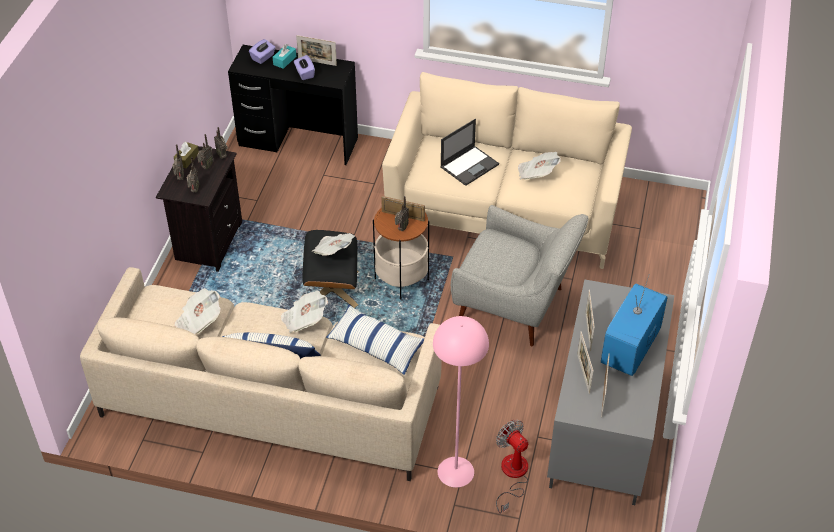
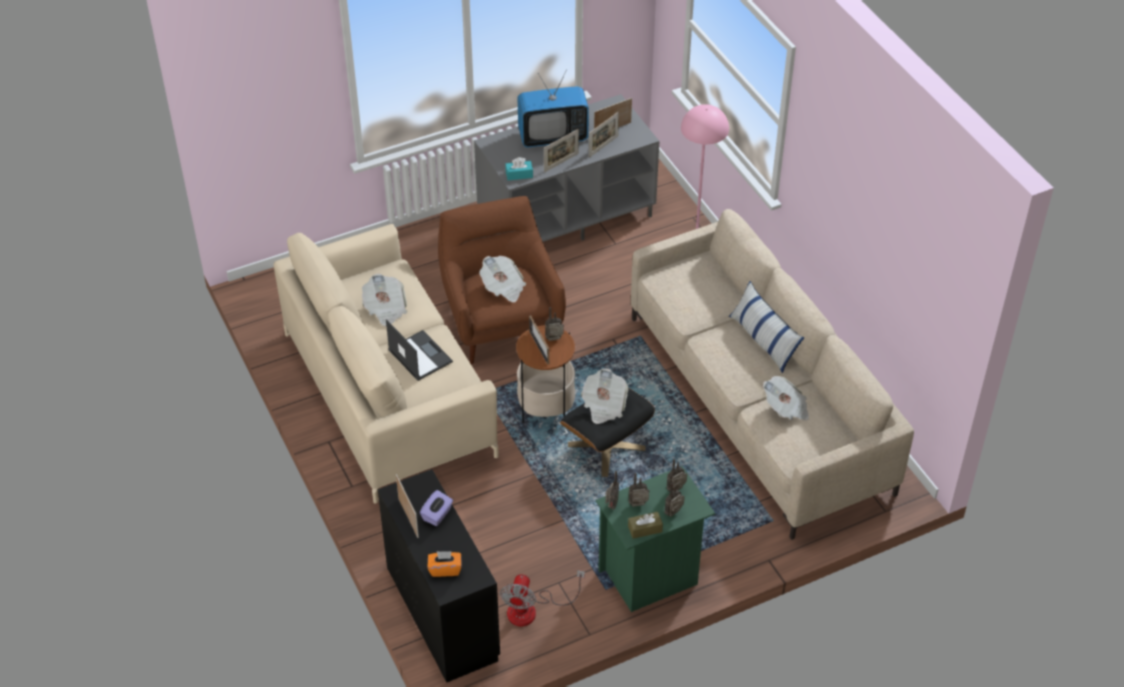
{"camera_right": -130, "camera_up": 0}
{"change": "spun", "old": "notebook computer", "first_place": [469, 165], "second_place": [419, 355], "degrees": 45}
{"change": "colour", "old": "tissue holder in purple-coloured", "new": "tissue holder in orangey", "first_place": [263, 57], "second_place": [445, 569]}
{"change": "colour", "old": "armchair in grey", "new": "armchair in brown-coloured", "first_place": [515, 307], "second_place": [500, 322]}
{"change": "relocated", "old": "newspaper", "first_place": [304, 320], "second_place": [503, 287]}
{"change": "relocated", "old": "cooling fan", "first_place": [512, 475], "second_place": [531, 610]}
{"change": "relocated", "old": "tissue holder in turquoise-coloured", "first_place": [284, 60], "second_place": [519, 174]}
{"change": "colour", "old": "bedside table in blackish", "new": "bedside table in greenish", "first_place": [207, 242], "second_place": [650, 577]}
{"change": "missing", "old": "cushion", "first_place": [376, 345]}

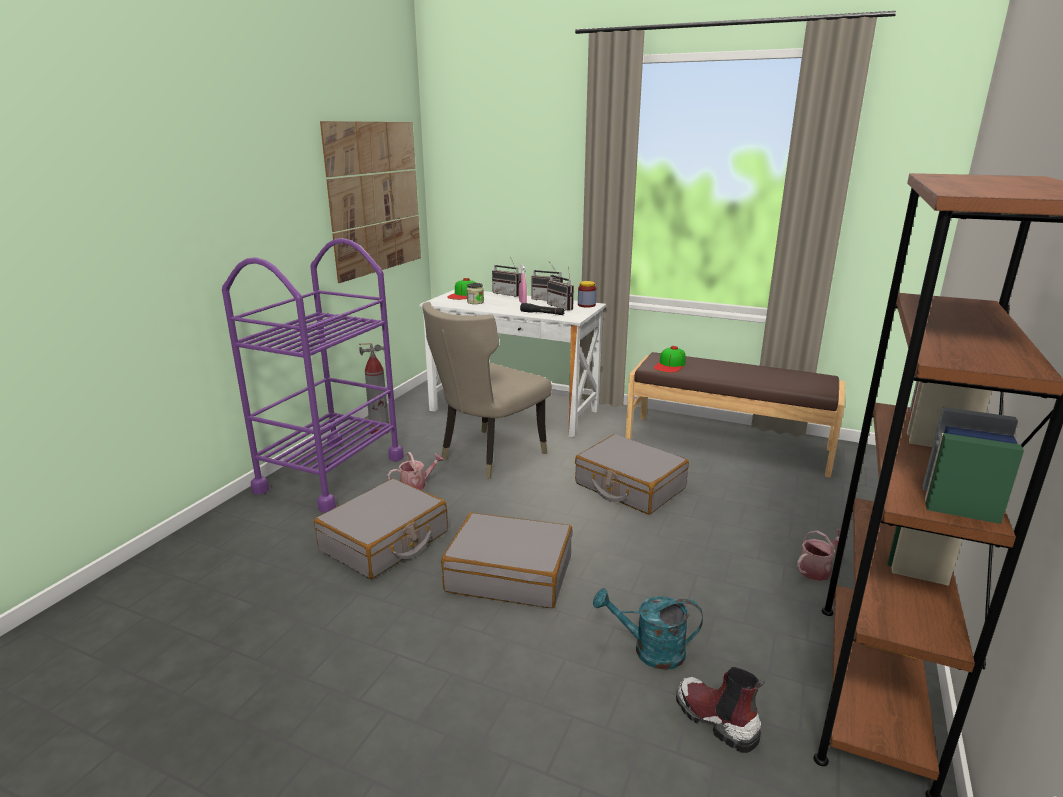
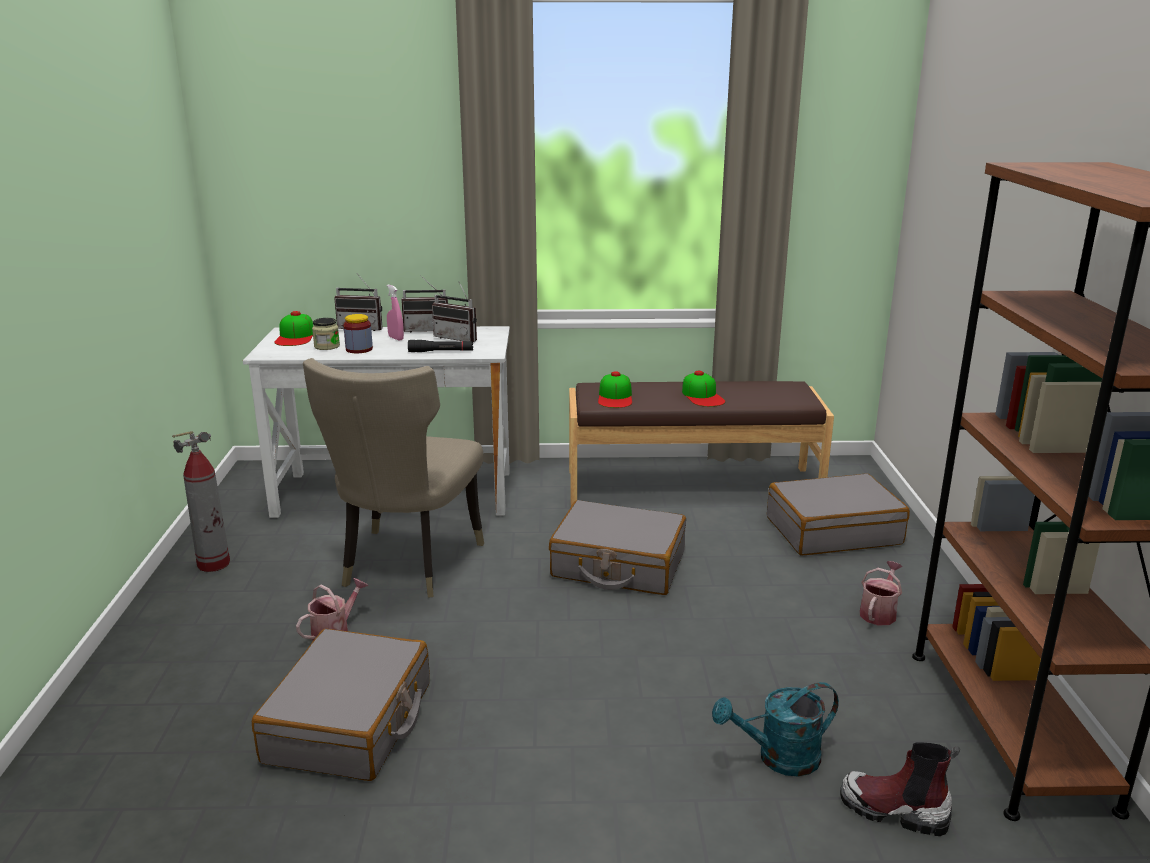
{"camera_right": -25, "camera_up": 0}
{"change": "relocated", "old": "jar", "first_place": [586, 305], "second_place": [359, 349]}
{"change": "appeared", "new": "cap", "second_place": [702, 396]}
{"change": "relocated", "old": "piece of luggage in grey", "first_place": [510, 574], "second_place": [833, 530]}
{"change": "missing", "old": "cart in purple-coloured", "first_place": [331, 474]}
{"change": "missing", "old": "wall picture", "first_place": [375, 198]}

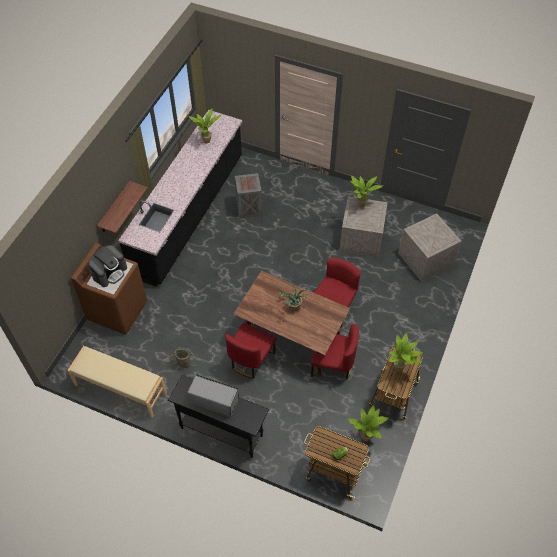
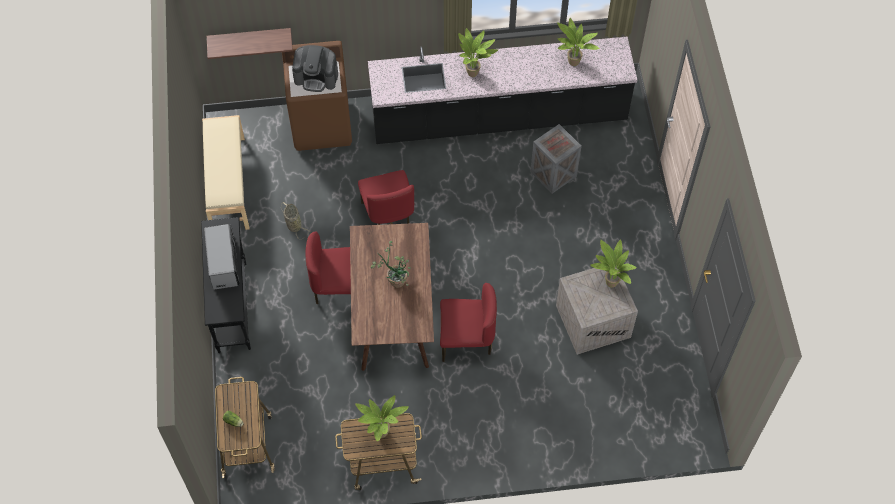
{"camera_right": 60, "camera_up": 5}
{"change": "relocated", "old": "wall shelf", "first_place": [114, 208], "second_place": [250, 38]}
{"change": "relocated", "old": "chair in reddish", "first_place": [332, 365], "second_place": [388, 216]}
{"change": "relocated", "old": "plant in a pot", "first_place": [365, 436], "second_place": [474, 73]}
{"change": "missing", "old": "crate", "first_place": [425, 260]}

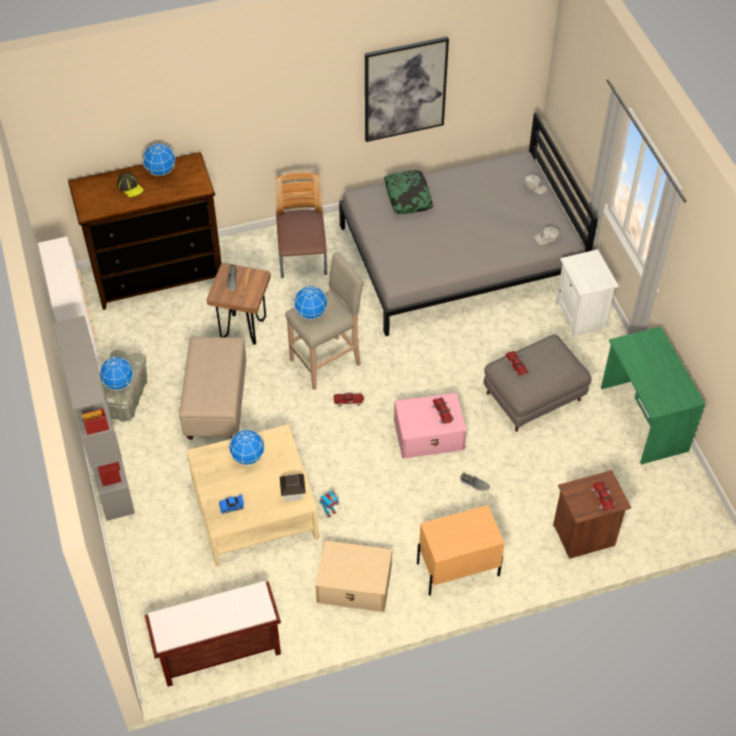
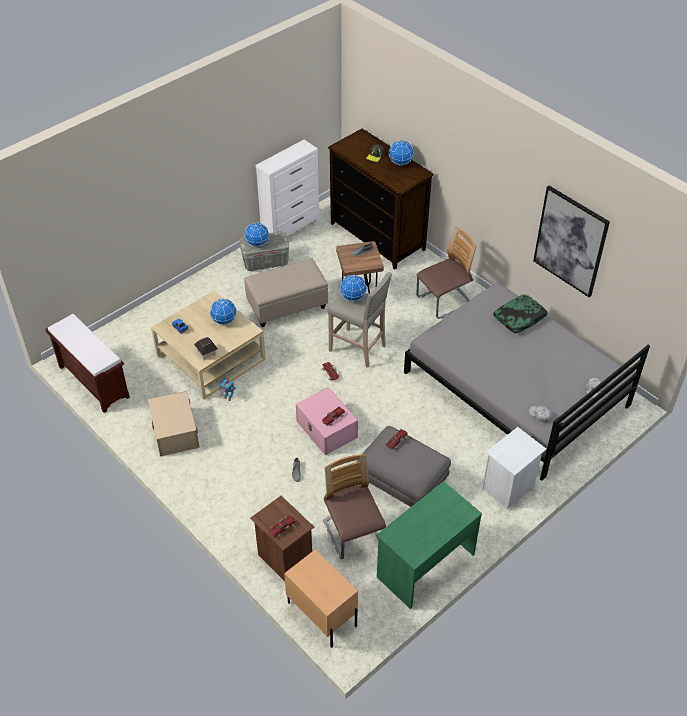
{"camera_right": 65, "camera_up": -5}
{"change": "relocated", "old": "bedside table in beige", "first_place": [457, 569], "second_place": [321, 614]}
{"change": "appeared", "new": "chair", "second_place": [353, 534]}
{"change": "missing", "old": "shelving unit in grey", "first_place": [110, 475]}

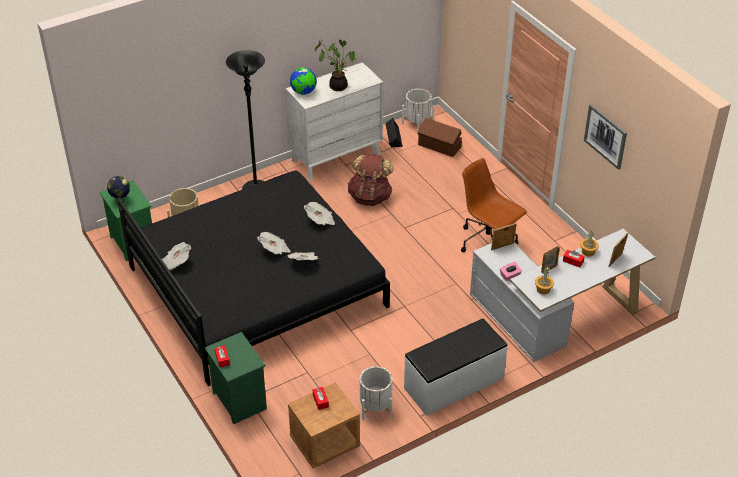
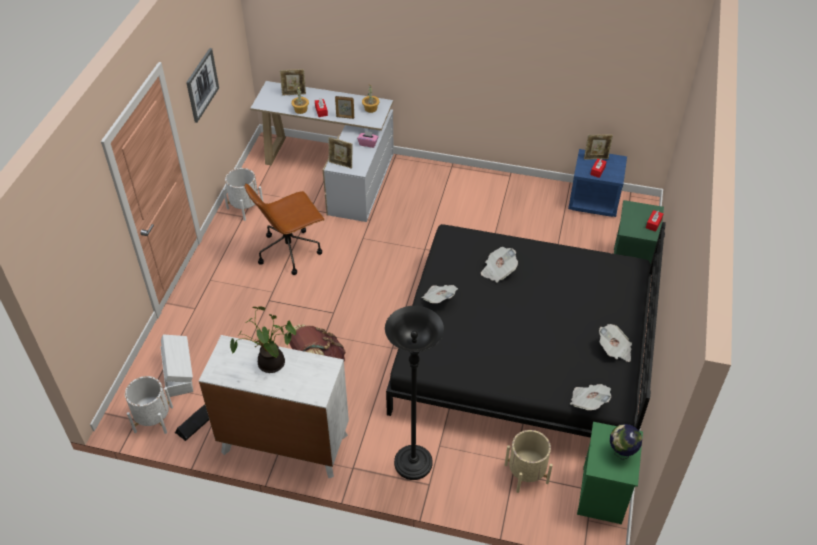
{"camera_right": -135, "camera_up": 5}
{"change": "colour", "old": "storage box in brown-coloured", "new": "storage box in white", "first_place": [439, 146], "second_place": [179, 373]}
{"change": "relocated", "old": "planter in white", "first_place": [375, 407], "second_place": [245, 207]}
{"change": "spun", "old": "desk chair in brown-coloured", "first_place": [488, 242], "second_place": [290, 251], "degrees": 60}
{"change": "colour", "old": "bedside table in brown-coloured", "new": "bedside table in blue", "first_place": [324, 443], "second_place": [594, 201]}
{"change": "relocated", "old": "newspaper", "first_place": [274, 250], "second_place": [588, 402]}
{"change": "appeared", "new": "photo frame", "second_place": [596, 158]}
{"change": "missing", "old": "desk globe", "first_place": [303, 92]}
{"change": "missing", "old": "indoor bench in white", "first_place": [454, 384]}

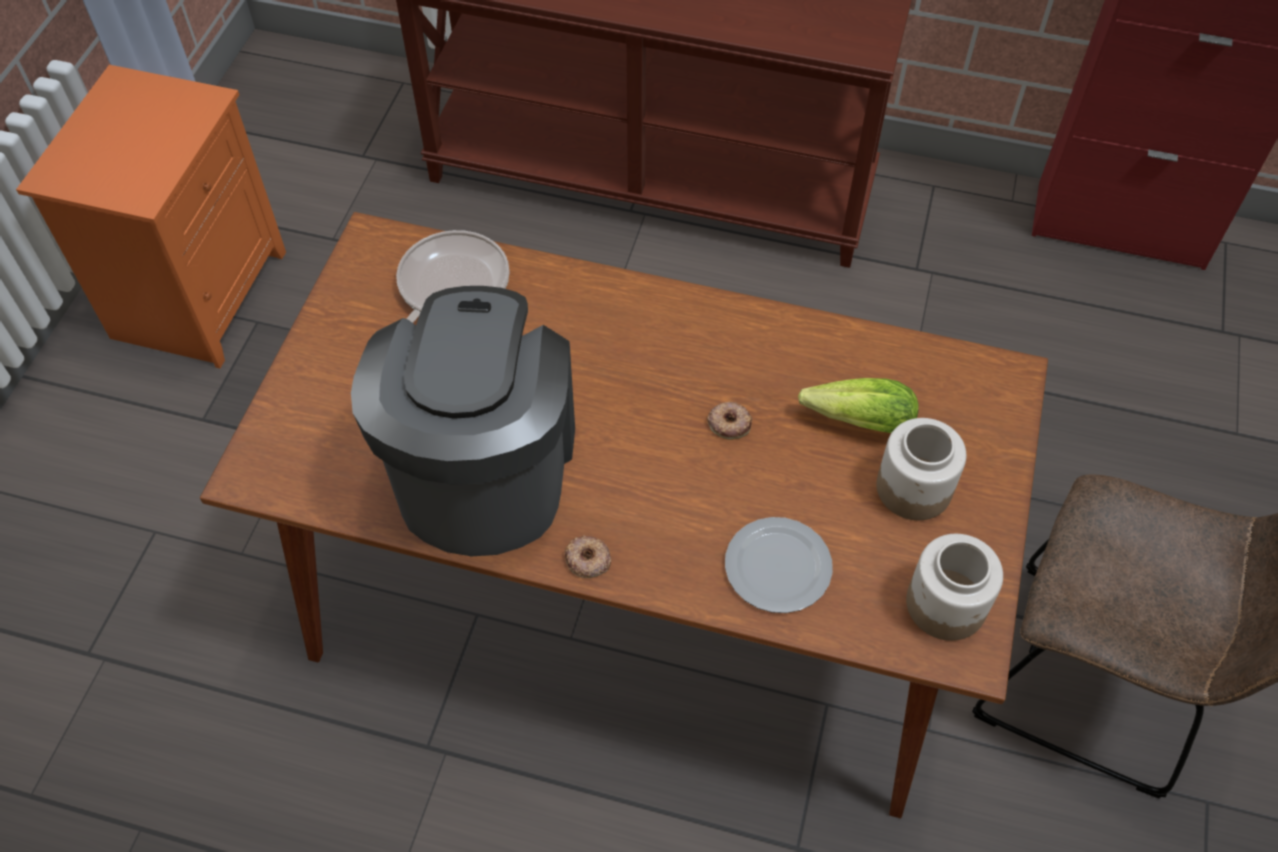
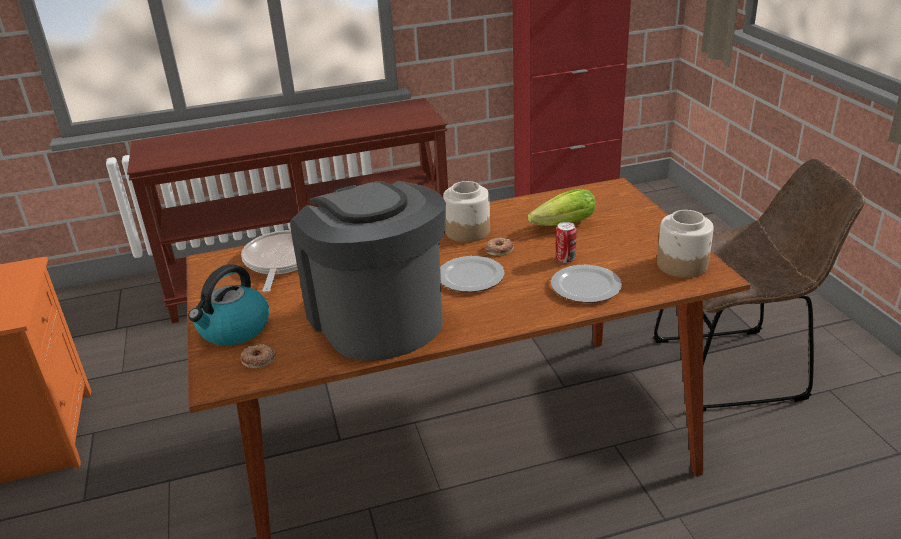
{"camera_right": -30, "camera_up": -25}
{"change": "appeared", "new": "tea kettle", "second_place": [234, 329]}
{"change": "relocated", "old": "ring doughnut", "first_place": [587, 560], "second_place": [258, 359]}
{"change": "appeared", "new": "dinner plate", "second_place": [471, 276]}
{"change": "relocated", "old": "jar", "first_place": [914, 488], "second_place": [468, 231]}
{"change": "appeared", "new": "sealed can", "second_place": [565, 259]}

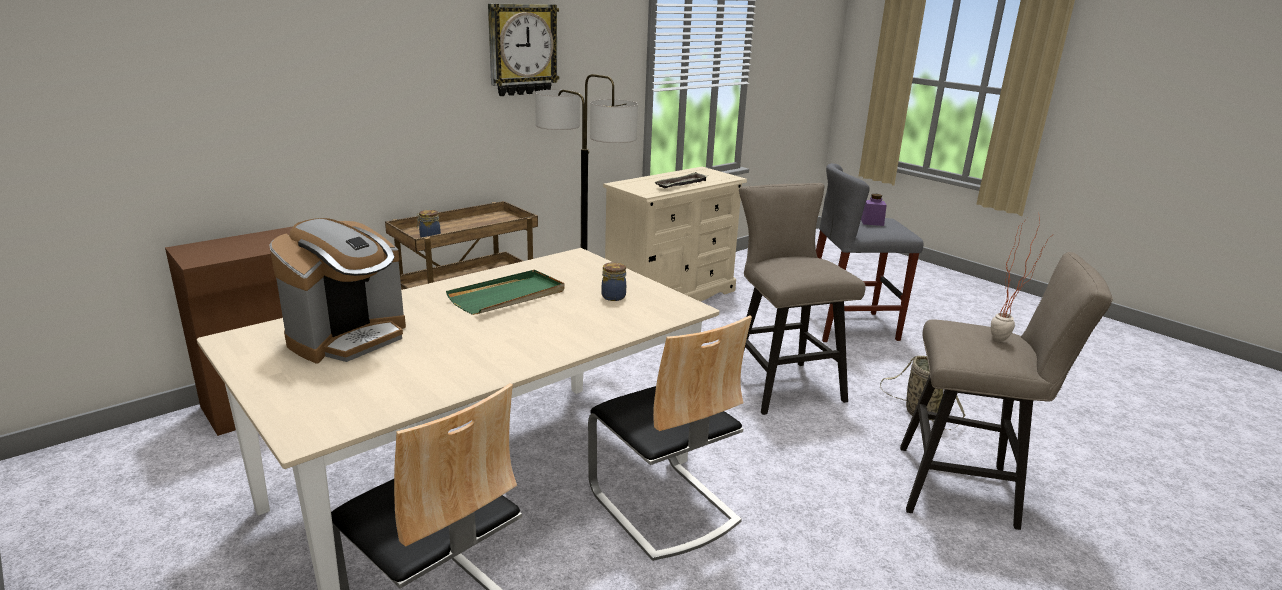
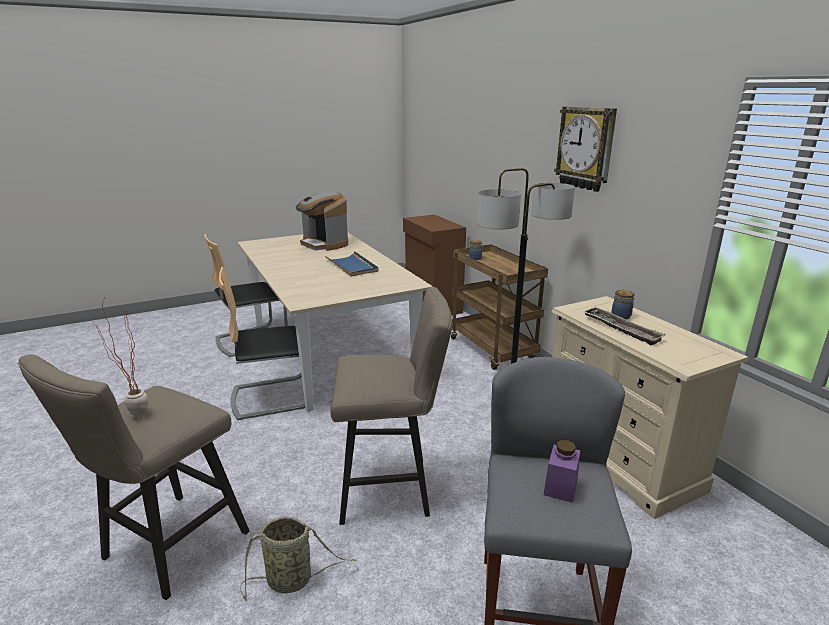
{"camera_right": 105, "camera_up": 0}
{"change": "colour", "old": "carrying tray in greenish", "new": "carrying tray in blue", "first_place": [508, 296], "second_place": [352, 266]}
{"change": "relocated", "old": "jar", "first_place": [613, 296], "second_place": [621, 316]}

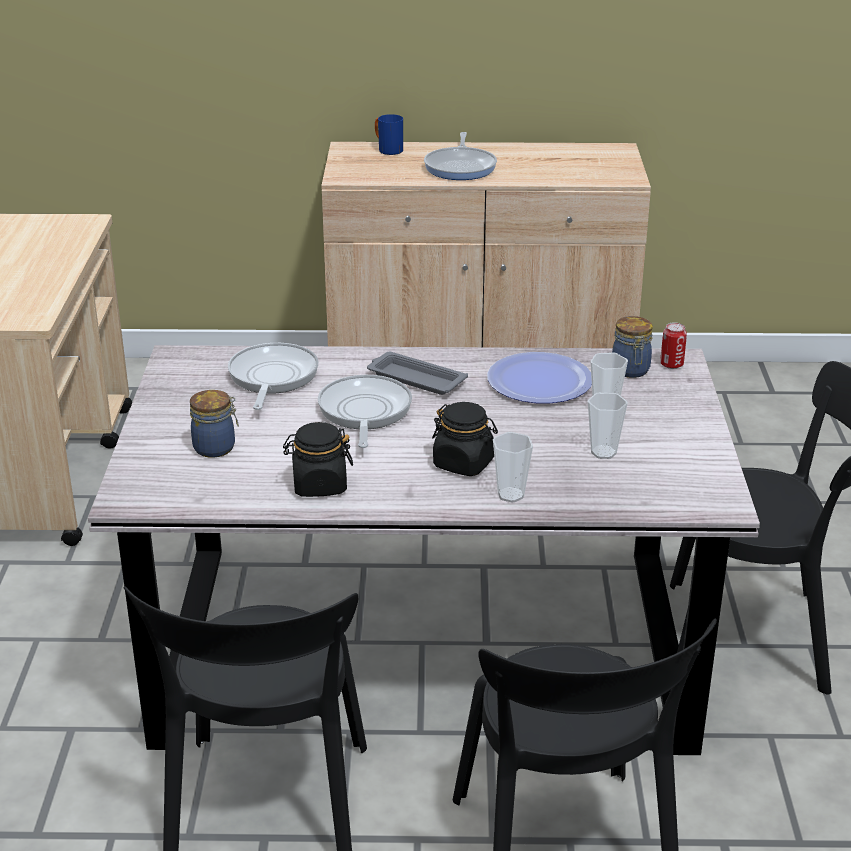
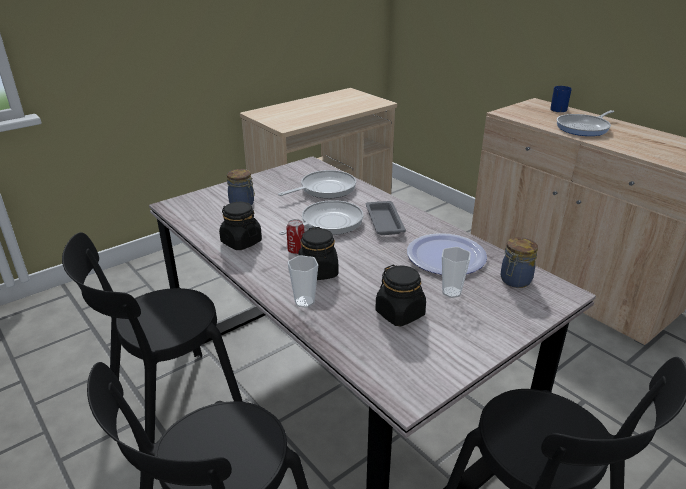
{"camera_right": 50, "camera_up": 0}
{"change": "relocated", "old": "sealed can", "first_place": [671, 364], "second_place": [296, 250]}
{"change": "exchanged", "old": "cup", "new": "jar in blackish", "first_place": [603, 452], "second_place": [400, 314]}

